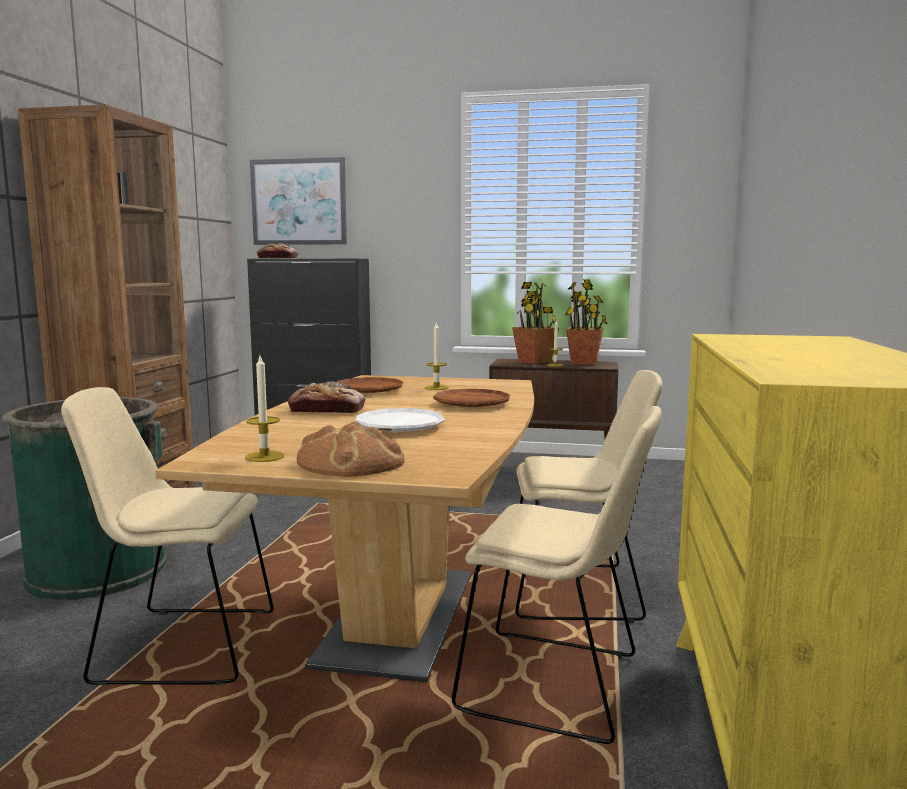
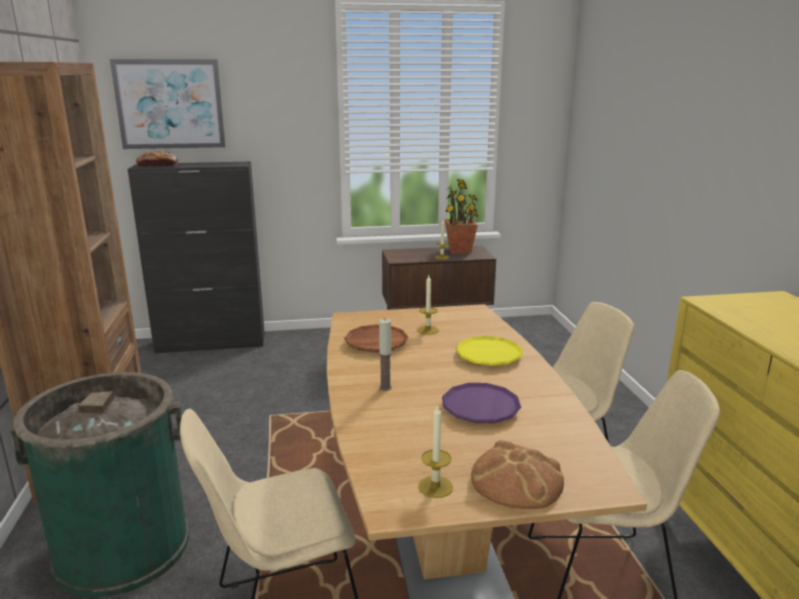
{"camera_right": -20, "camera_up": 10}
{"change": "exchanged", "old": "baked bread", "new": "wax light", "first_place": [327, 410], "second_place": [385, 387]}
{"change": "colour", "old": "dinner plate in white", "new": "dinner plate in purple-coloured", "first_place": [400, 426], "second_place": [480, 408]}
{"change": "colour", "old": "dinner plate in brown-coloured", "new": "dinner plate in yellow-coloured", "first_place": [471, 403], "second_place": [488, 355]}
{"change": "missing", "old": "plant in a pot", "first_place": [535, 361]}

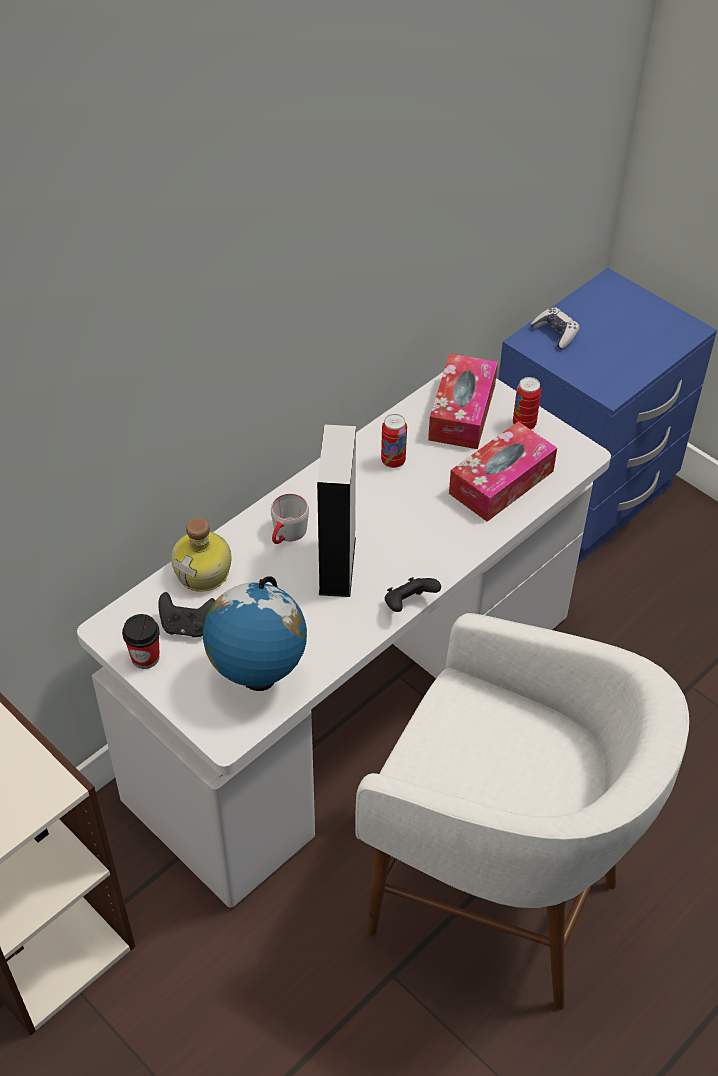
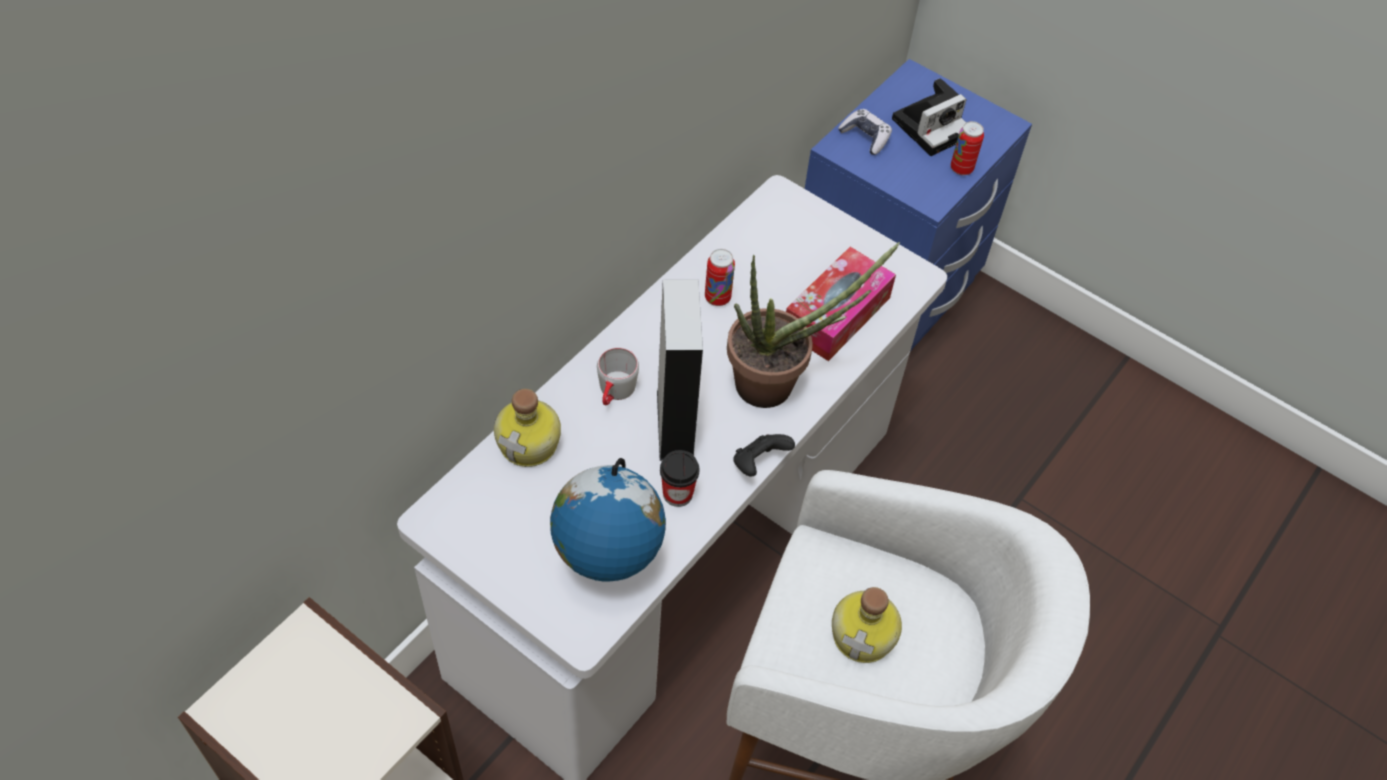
{"camera_right": -10, "camera_up": 5}
{"change": "relocated", "old": "cup", "first_place": [145, 657], "second_place": [677, 494]}
{"change": "appeared", "new": "plant in a pot", "second_place": [777, 385]}
{"change": "appeared", "new": "bottle", "second_place": [864, 635]}
{"change": "appeared", "new": "photo camera", "second_place": [931, 126]}
{"change": "relocated", "old": "sealed can", "first_place": [524, 424], "second_place": [961, 169]}
{"change": "missing", "old": "game controller in blackish", "first_place": [187, 626]}
{"change": "missing", "old": "tissue holder", "first_place": [462, 412]}

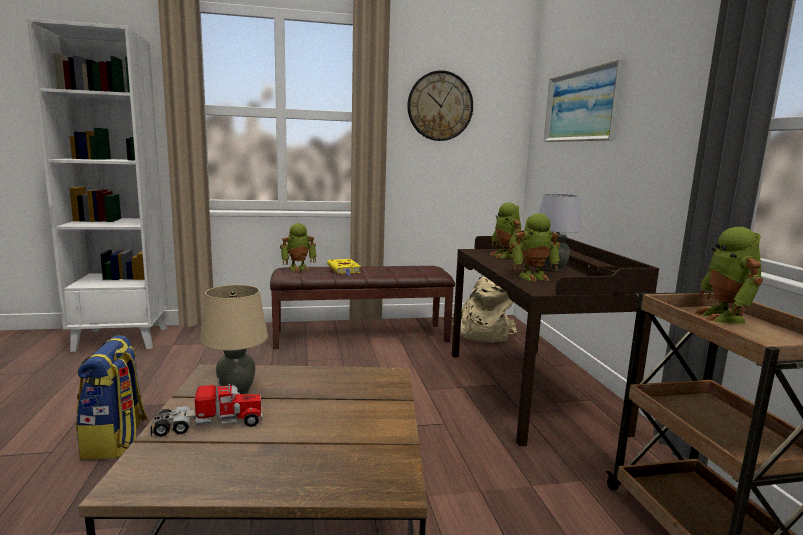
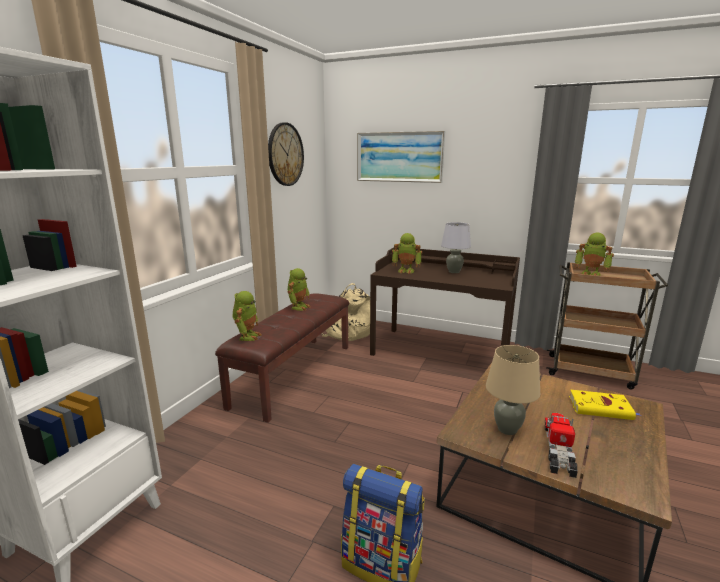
{"camera_right": -55, "camera_up": 5}
{"change": "relocated", "old": "model robot", "first_place": [533, 277], "second_place": [298, 307]}
{"change": "relocated", "old": "book in yellow-coloured", "first_place": [344, 269], "second_place": [602, 408]}

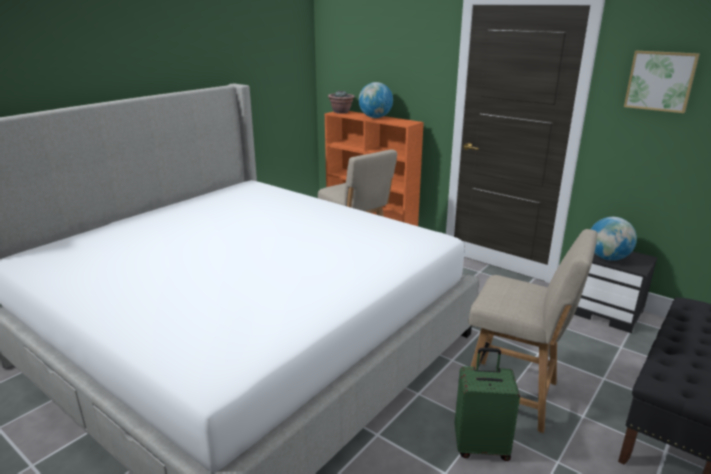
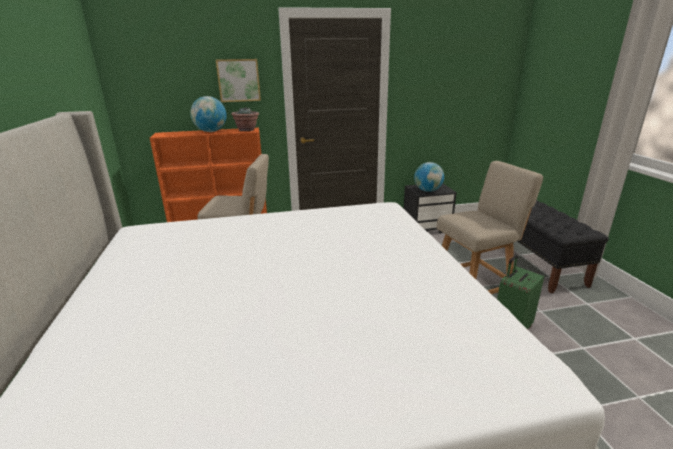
{"camera_right": -50, "camera_up": 0}
{"change": "relocated", "old": "wall picture", "first_place": [660, 81], "second_place": [238, 80]}
{"change": "relocated", "old": "plant in a pot", "first_place": [341, 112], "second_place": [247, 130]}

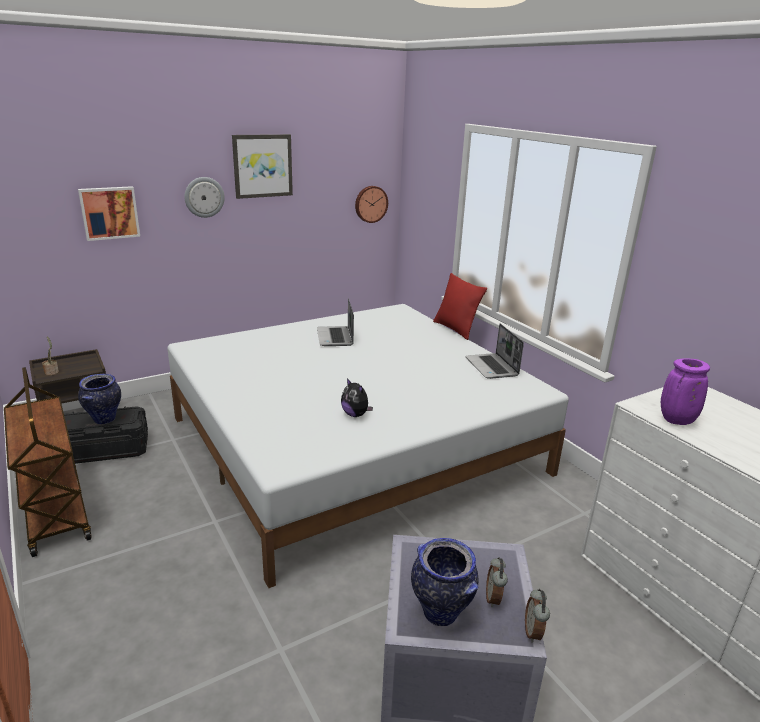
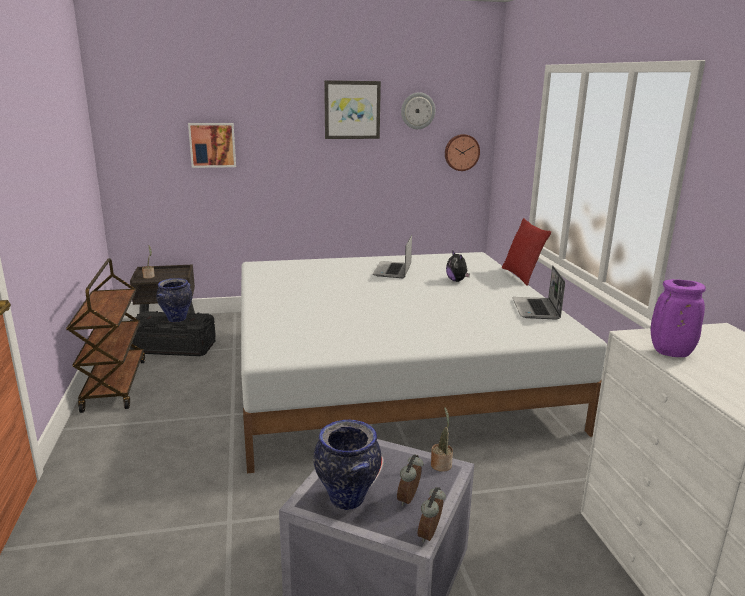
{"camera_right": 20, "camera_up": -5}
{"change": "relocated", "old": "hanging clock", "first_place": [204, 197], "second_place": [417, 111]}
{"change": "appeared", "new": "plant in a pot", "second_place": [441, 464]}
{"change": "relocated", "old": "plush toy", "first_place": [356, 414], "second_place": [457, 281]}

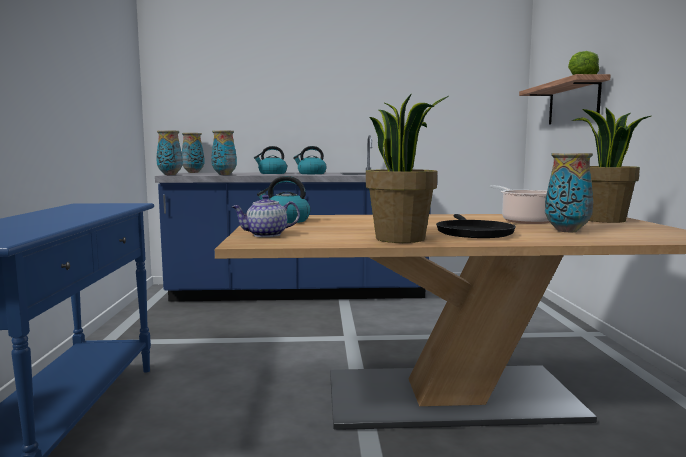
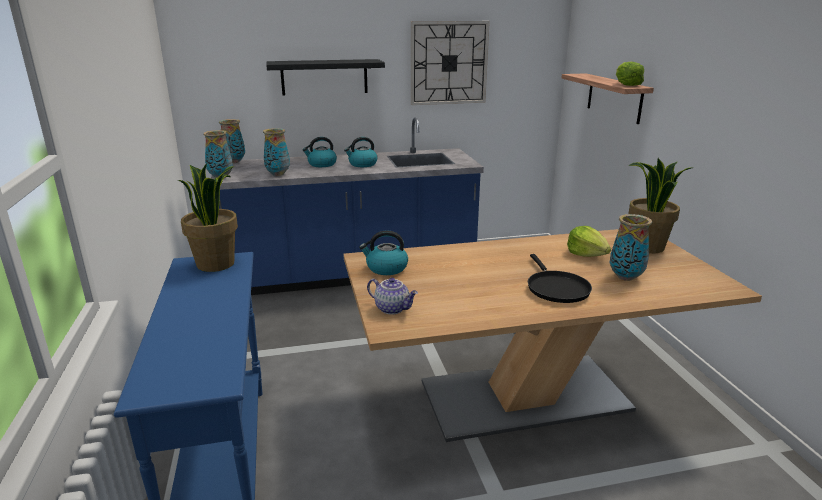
{"camera_right": -10, "camera_up": 15}
{"change": "relocated", "old": "plant in a pot", "first_place": [401, 238], "second_place": [216, 264]}
{"change": "appeared", "new": "wall shelf in blackish", "second_place": [324, 77]}
{"change": "spun", "old": "pot for tea", "first_place": [266, 235], "second_place": [393, 308], "degrees": -120}
{"change": "appeared", "new": "hanging clock", "second_place": [449, 63]}
{"change": "exchanged", "old": "stockpot", "new": "lettuce head", "first_place": [525, 221], "second_place": [586, 254]}

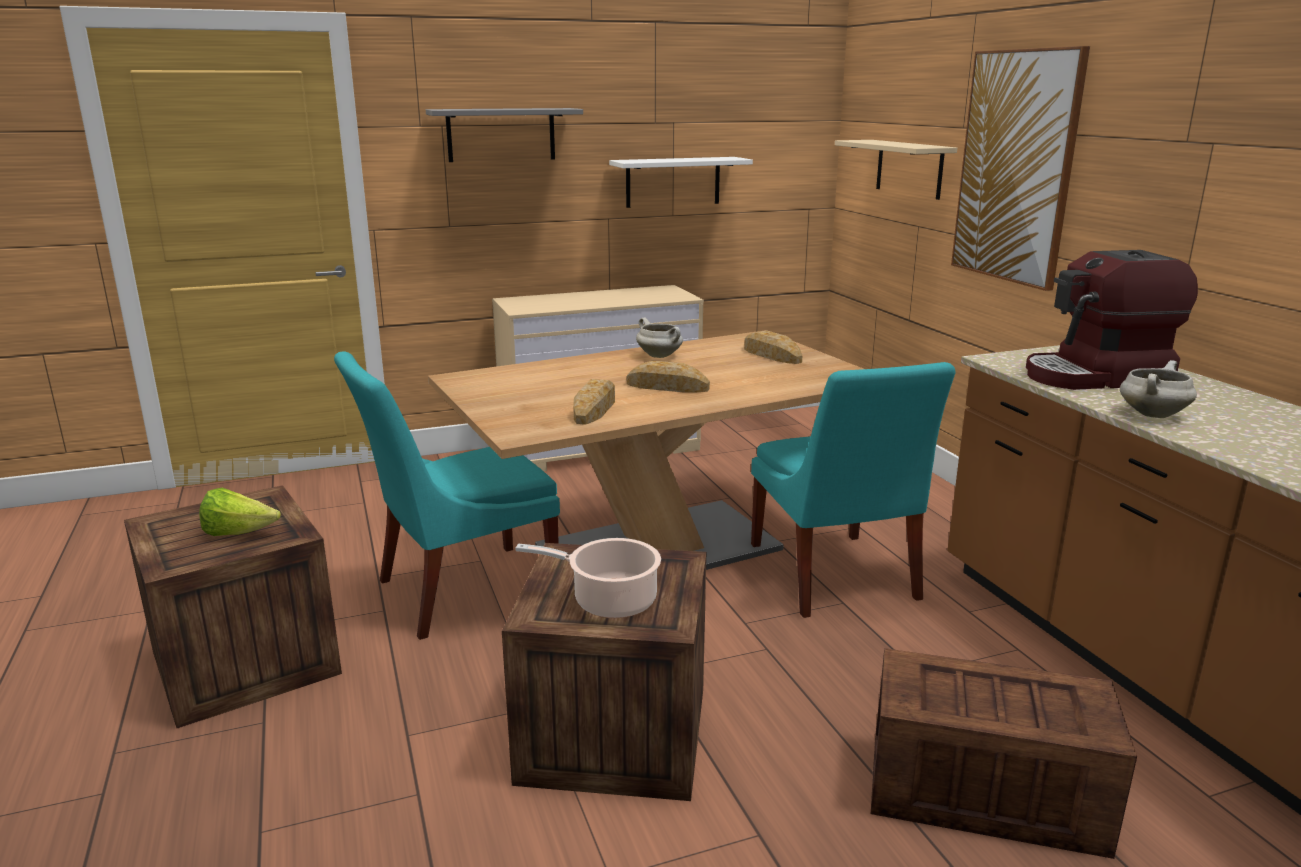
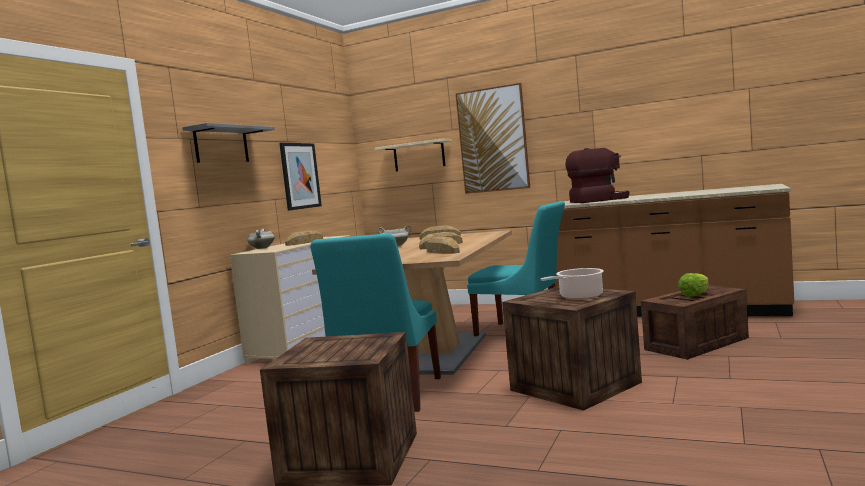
{"camera_right": -45, "camera_up": -15}
{"change": "relocated", "old": "stockpot in white", "first_place": [1152, 414], "second_place": [262, 248]}
{"change": "exchanged", "old": "wall shelf in white", "new": "wall picture", "first_place": [673, 182], "second_place": [300, 176]}
{"change": "appeared", "new": "baked bread", "second_place": [304, 242]}
{"change": "spun", "old": "coffee maker", "first_place": [1097, 377], "second_place": [599, 200], "degrees": -135}
{"change": "relocated", "old": "lettuce head", "first_place": [239, 533], "second_place": [695, 295]}

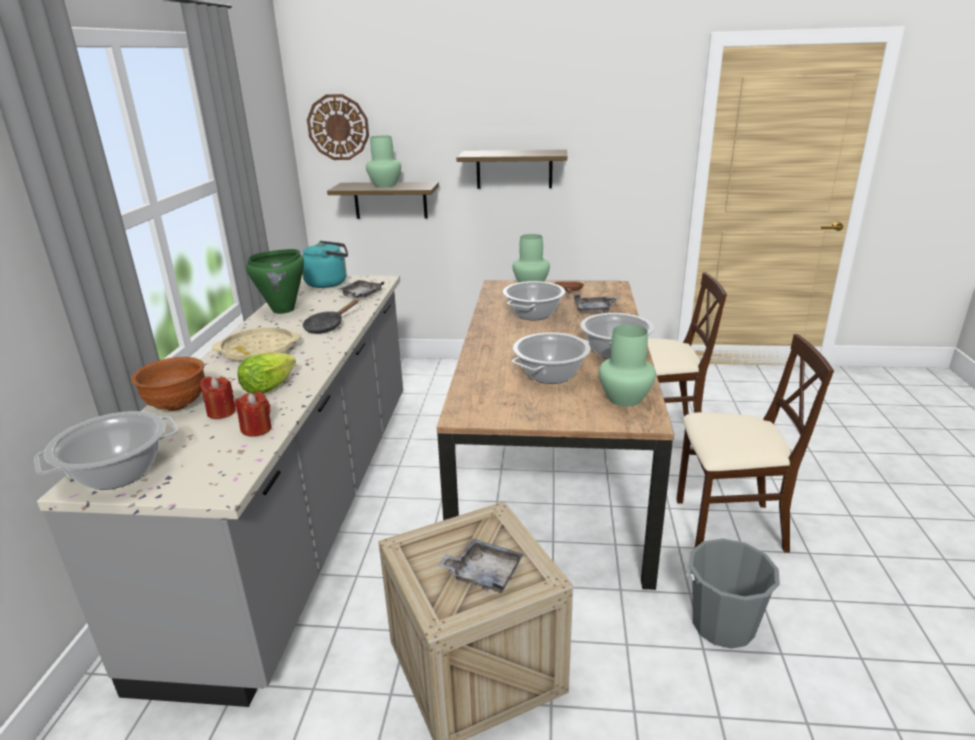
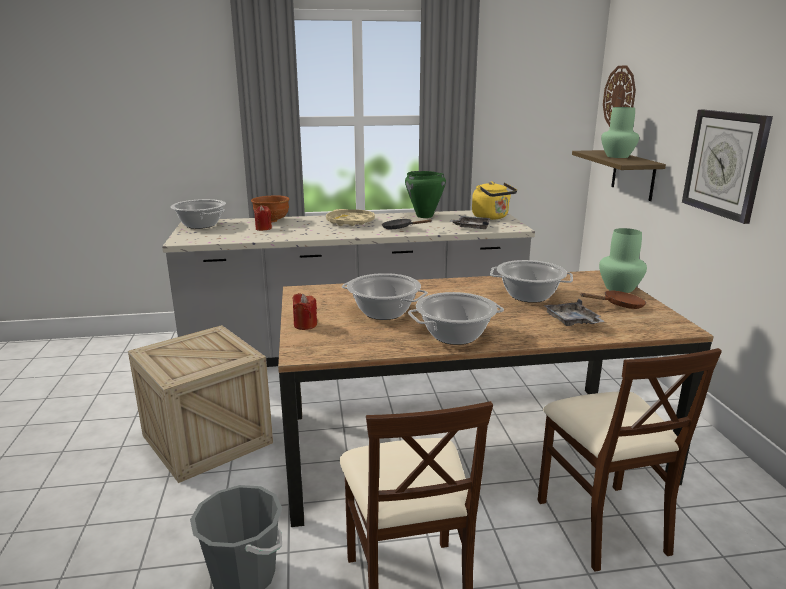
{"camera_right": 75, "camera_up": -5}
{"change": "relocated", "old": "wax light in reddish", "first_place": [257, 429], "second_place": [305, 325]}
{"change": "colour", "old": "tea kettle in turquoise-coloured", "new": "tea kettle in yellow-coloured", "first_place": [329, 283], "second_place": [492, 217]}
{"change": "exchanged", "old": "wall shelf", "new": "hanging clock", "first_place": [514, 169], "second_place": [725, 163]}
{"change": "missing", "old": "lettuce head", "first_place": [268, 387]}
{"change": "missing", "old": "carrying tray in grey", "first_place": [483, 573]}
{"change": "missing", "old": "vase in greenish", "first_place": [625, 398]}

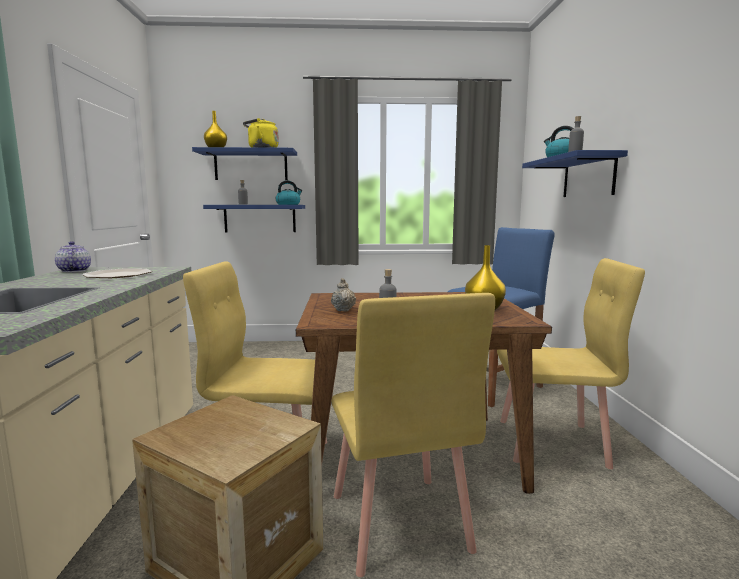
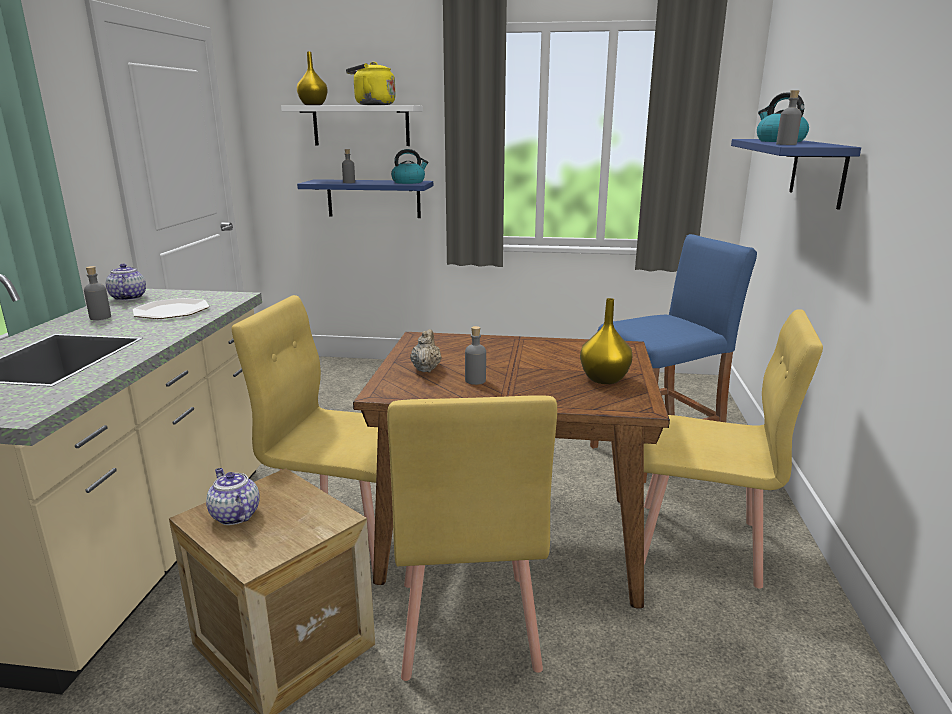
{"camera_right": 10, "camera_up": 10}
{"change": "appeared", "new": "bottle in grey", "second_place": [100, 317]}
{"change": "appeared", "new": "pot for tea", "second_place": [234, 515]}
{"change": "colour", "old": "wall shelf in blue", "new": "wall shelf in white", "first_place": [251, 165], "second_place": [361, 125]}

